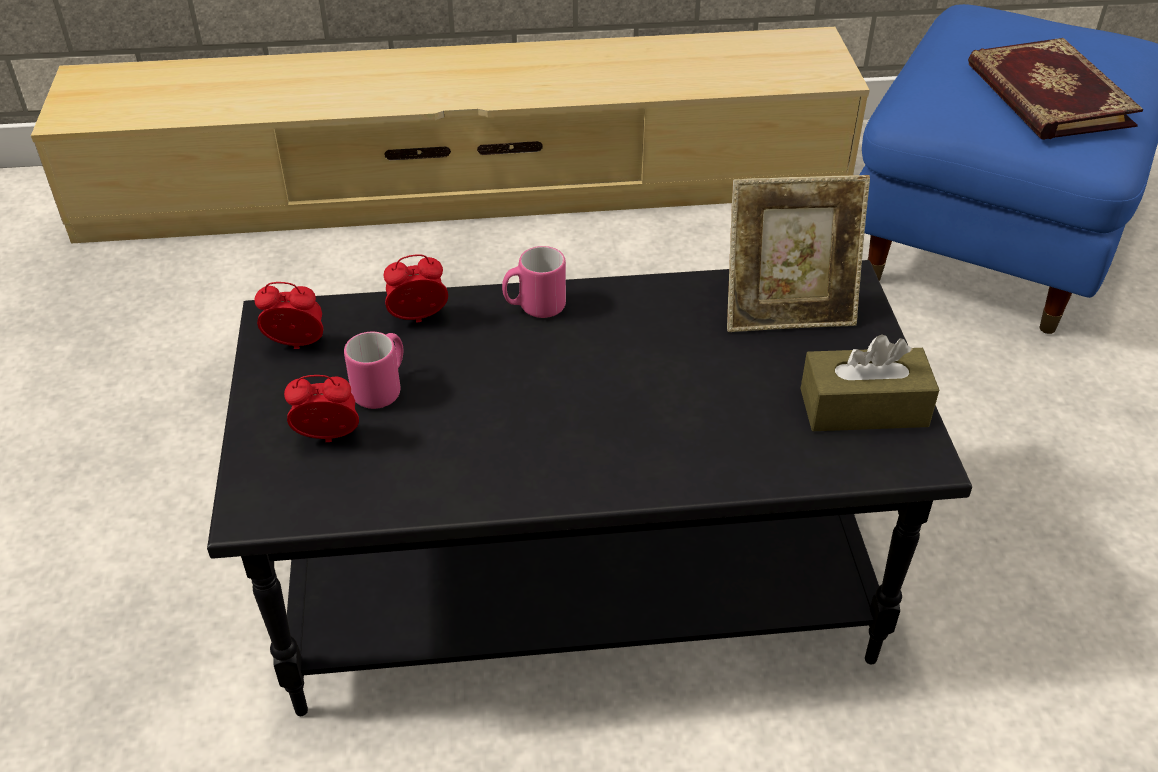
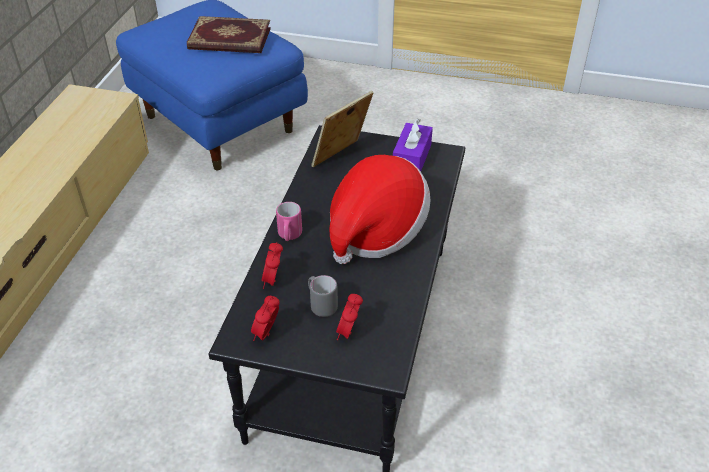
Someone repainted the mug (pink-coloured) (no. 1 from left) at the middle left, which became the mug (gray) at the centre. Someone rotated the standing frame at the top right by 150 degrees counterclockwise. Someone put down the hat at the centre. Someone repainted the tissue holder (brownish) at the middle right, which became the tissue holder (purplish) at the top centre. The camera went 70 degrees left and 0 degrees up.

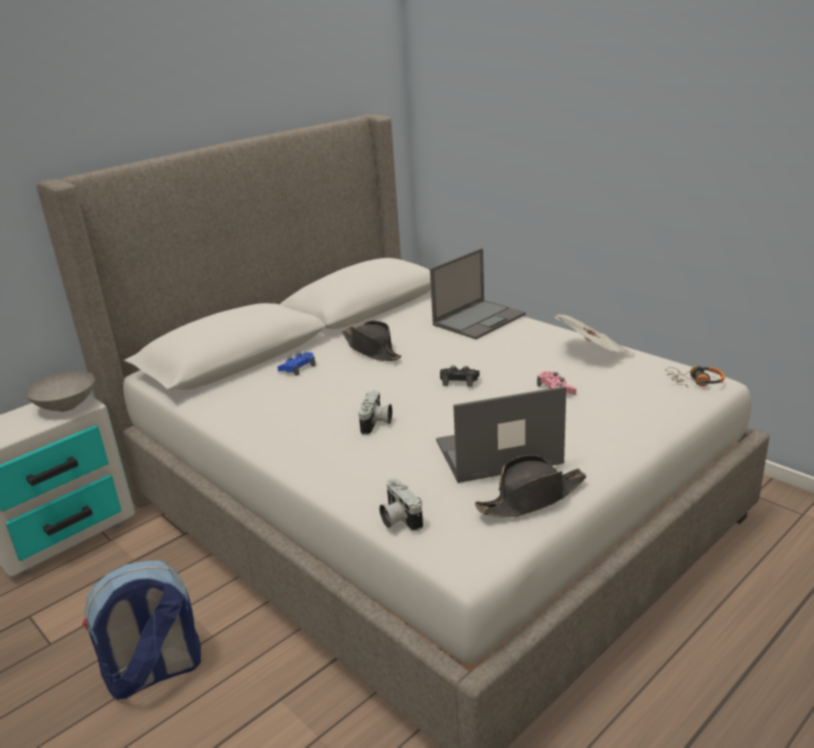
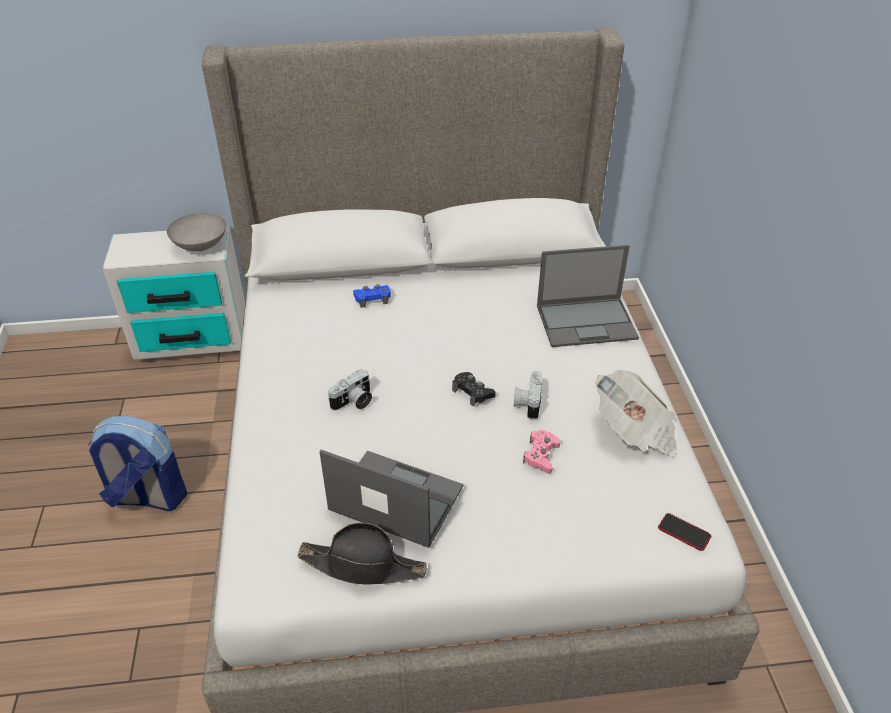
Someone carried the still camera (no. 2 from left) from the bottom centre to the centre. Someone swapped the pair of headphones at the middle right for the handset at the bottom right. Someone took away the hat (black-coloured) (no. 1 from left) at the centre. The camera went 35 degrees right and 15 degrees up.

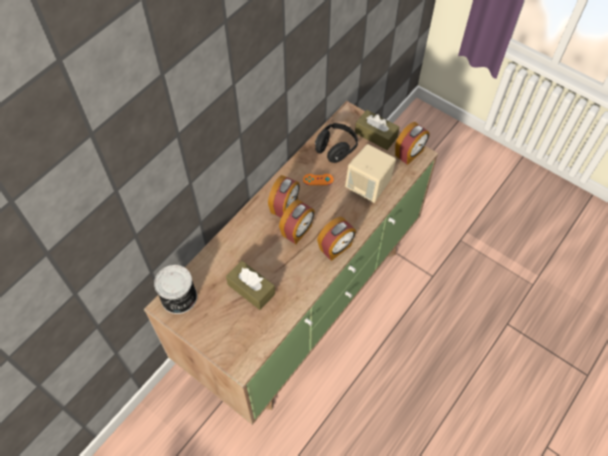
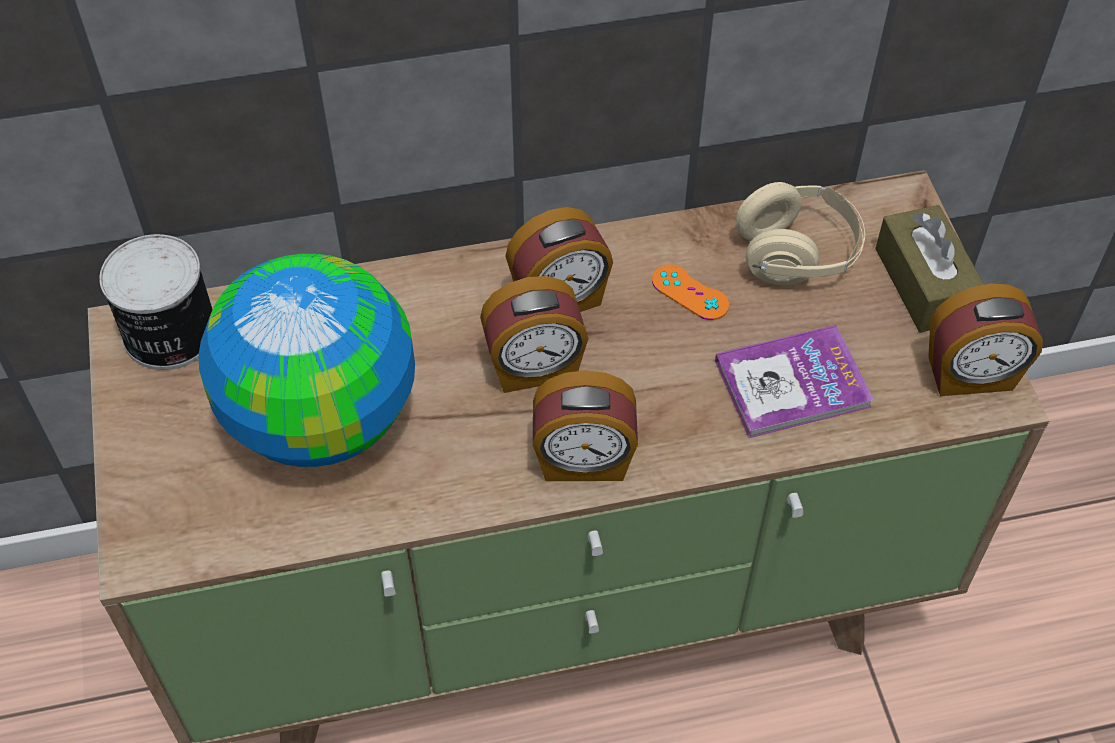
Someone swapped the tissue holder (brownish) (no. 1 from left) at the centre for the world globe at the middle left. Someone swapped the speaker (sand-coloured) at the centre for the volume at the middle right. Someone repainted the pair of headphones (black-coloured) at the top centre, which became the pair of headphones (sand-coloured) at the top right. The camera went 40 degrees right and 5 degrees down.

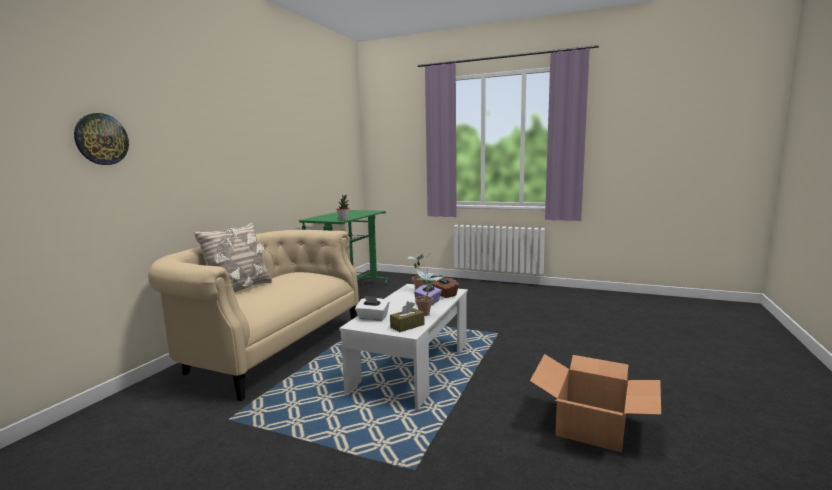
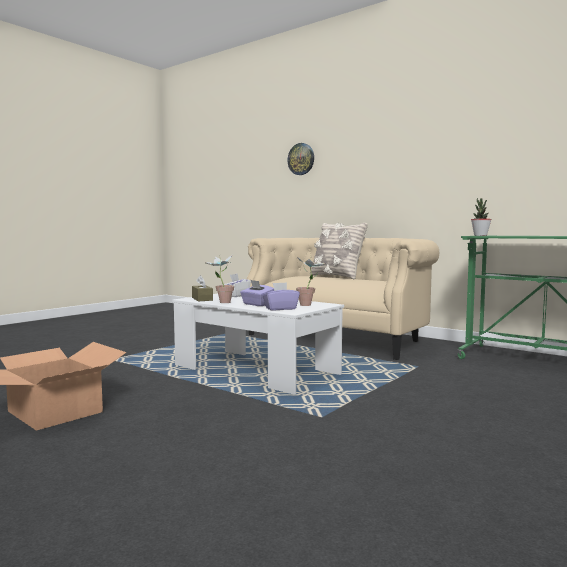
Someone repainted the tissue holder (brownish) (no. 2 from left) at the centre, which became the tissue holder (purplish) (no. 2 from left) at the centre. The camera went 105 degrees right and 5 degrees down.

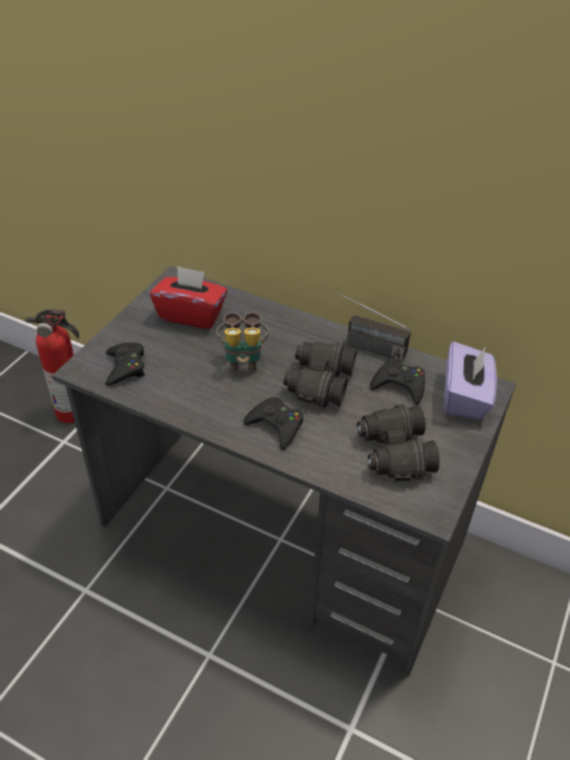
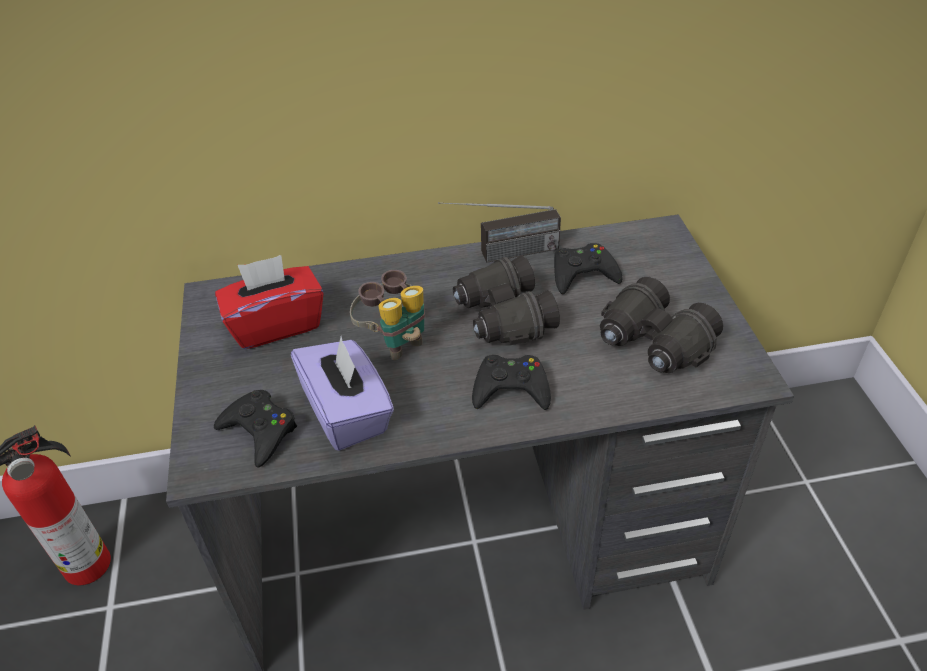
Someone carried the tissue holder (purplish) from the middle right to the centre. The camera went 35 degrees left and 0 degrees up.

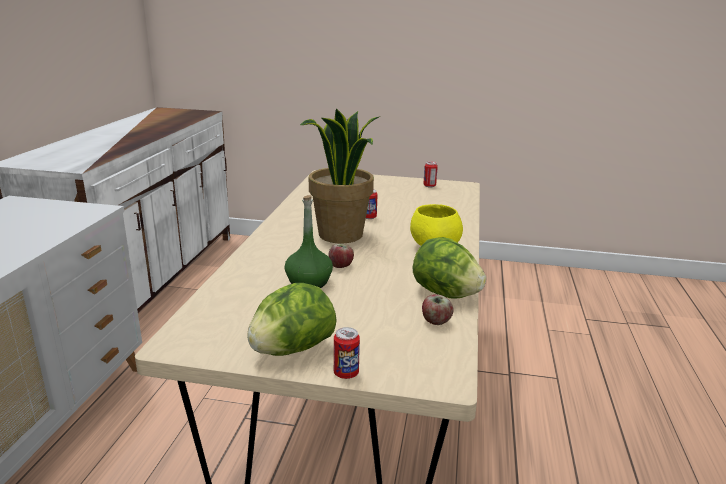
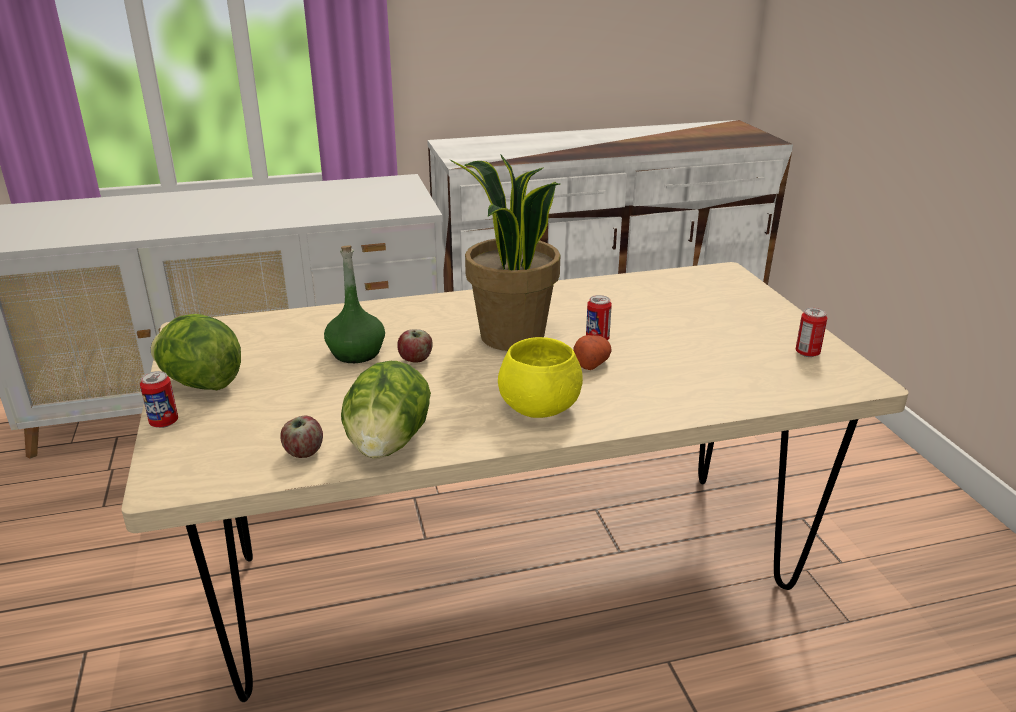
Someone put down the whole potato at the centre. The camera went 65 degrees right and 5 degrees up.

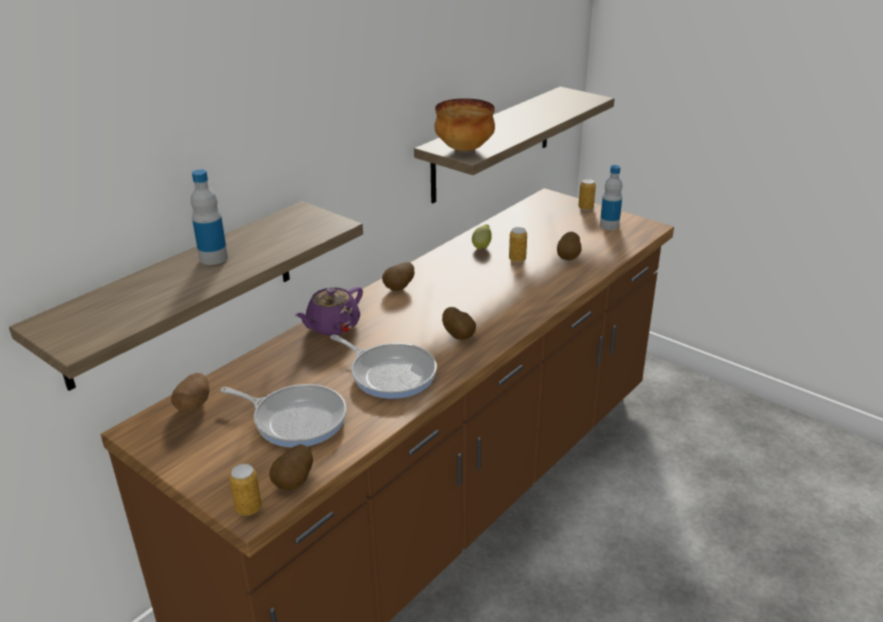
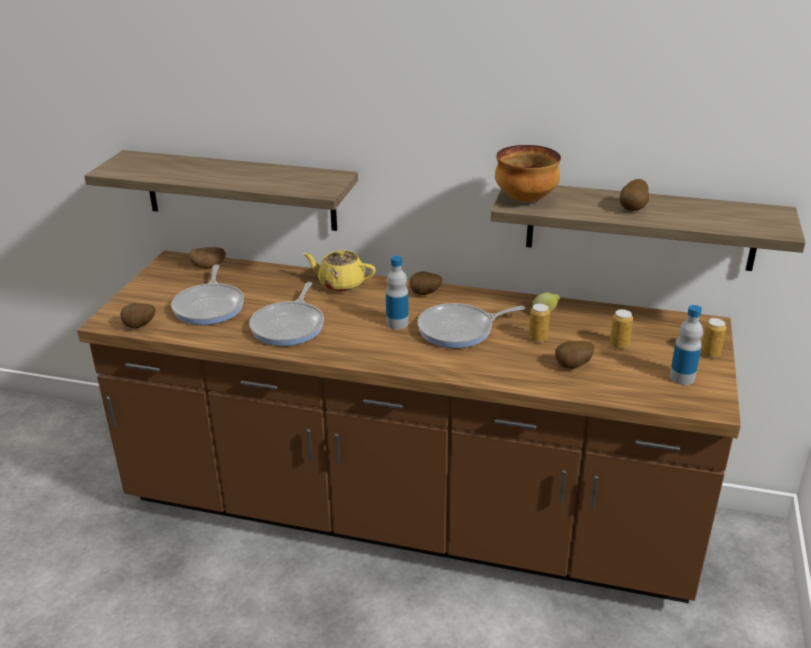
Someone repainted the pot for tea (purplish) at the centre, which became the pot for tea (yellow) at the centre. Someone carried the drink bottle (no. 1 from left) from the middle left to the centre. Someone put down the skillet (no. 3 from left) at the centre. Someone carried the metal can (no. 1 from left in the first image) from the bottom left to the middle right. Someone carried the whole potato (no. 4 from left in the first image) from the centre to the top right. The camera went 65 degrees right and 0 degrees up.

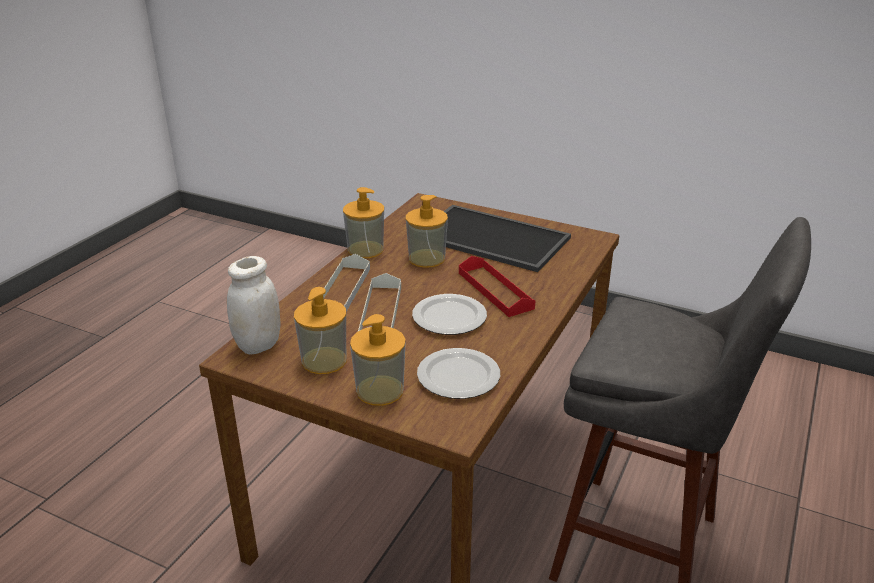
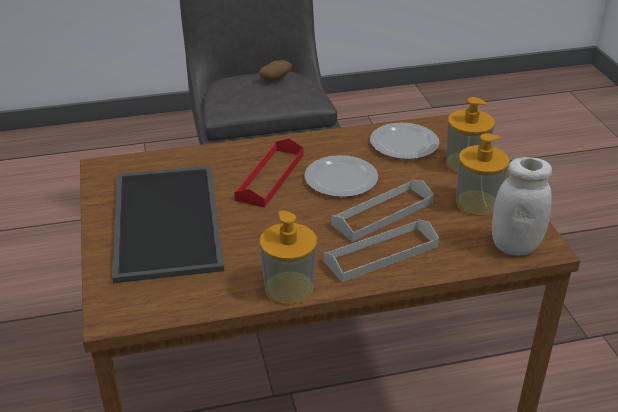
Someone put down the whole potato at the top centre. Someone took away the liquid soap bottle (no. 4 from left) at the centre. The camera went 130 degrees left and 5 degrees up.

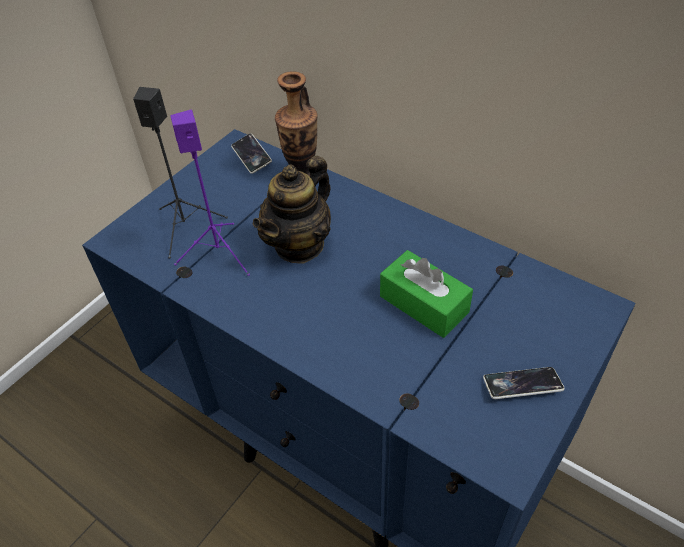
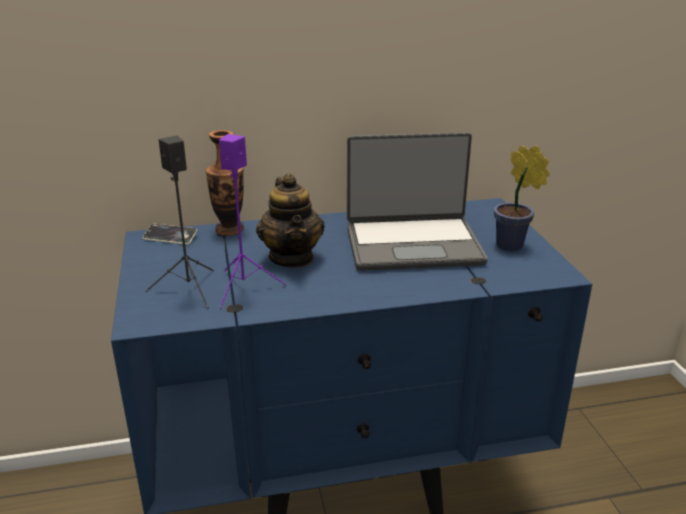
Someone swapped the tissue holder (green-coloured) at the centre for the laptop at the centre. Someone swapped the handset (no. 2 from left) at the bottom right for the potted plant at the middle right. The camera went 50 degrees left and 20 degrees down.

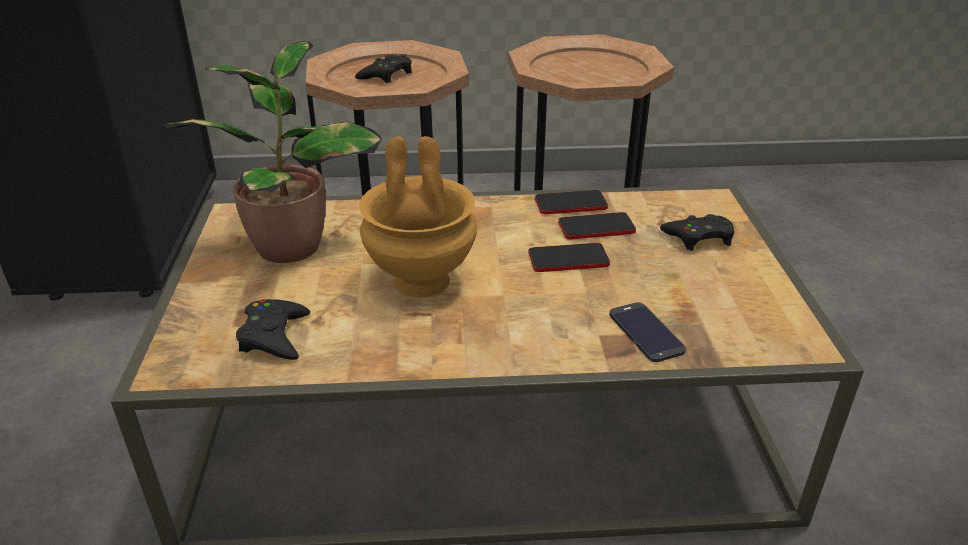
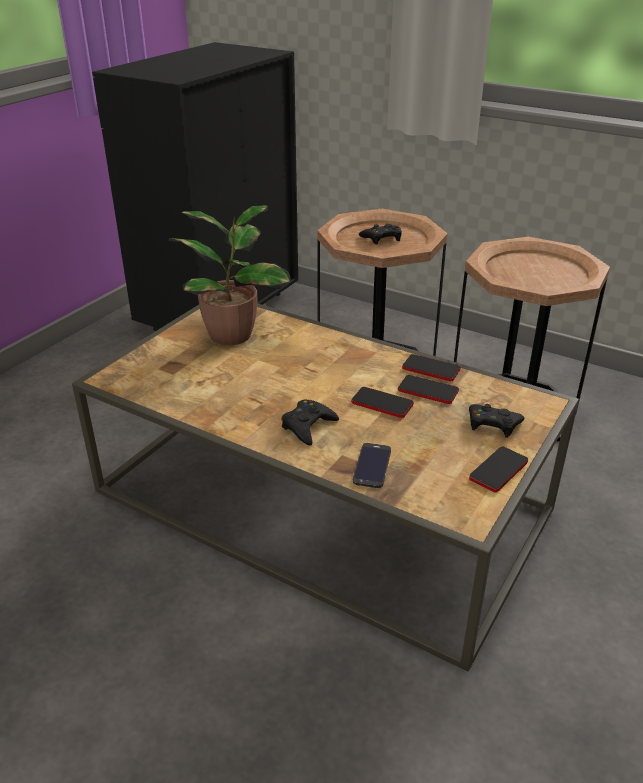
Someone carried the joypad (black-coloured) (no. 1 from left) from the middle left to the centre. Someone put down the handset (no. 5 from left) at the middle right. Someone took away the decorative vase (brownish) at the centre. The camera went 35 degrees right and 0 degrees up.

